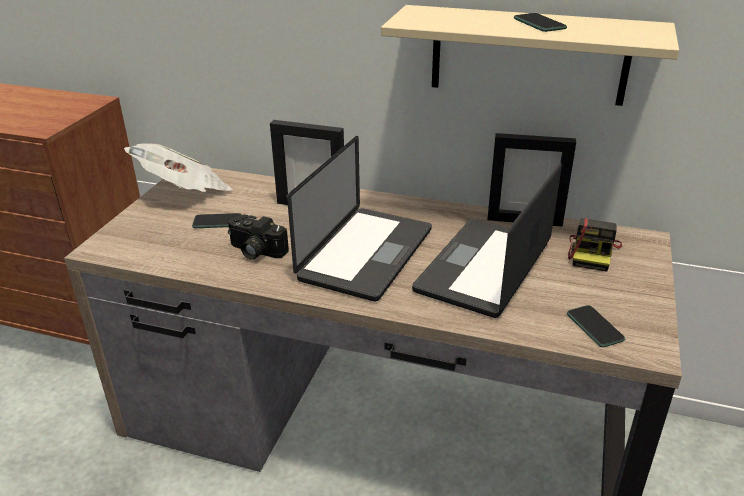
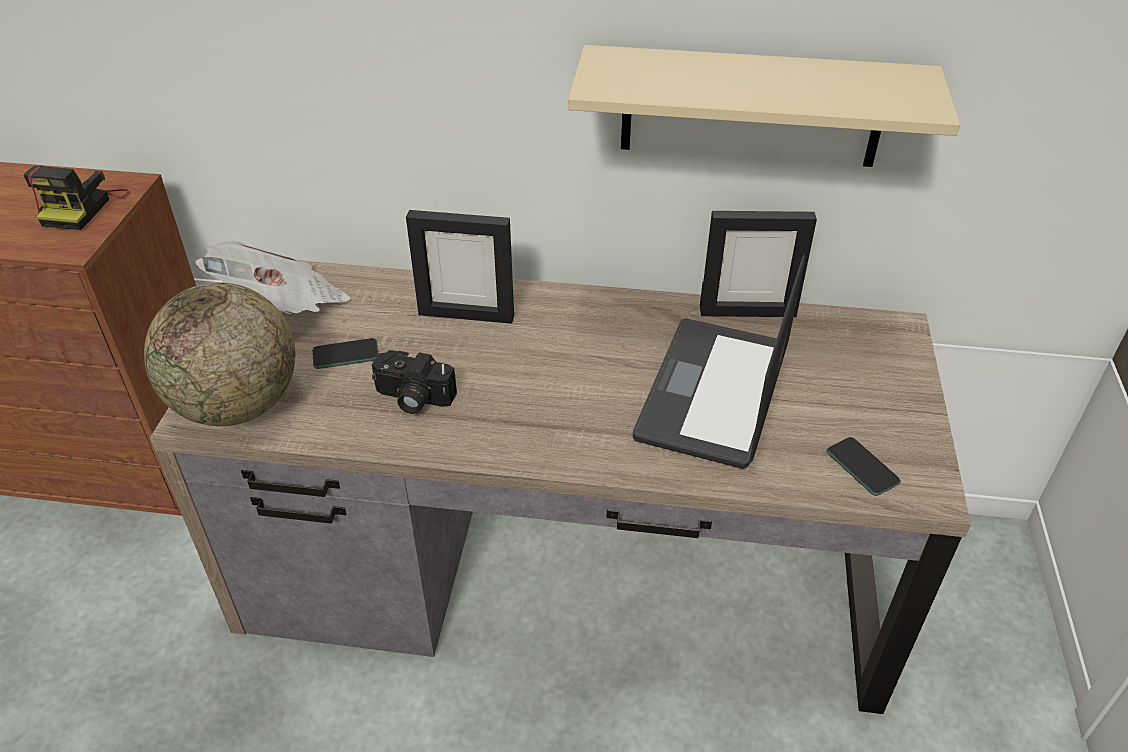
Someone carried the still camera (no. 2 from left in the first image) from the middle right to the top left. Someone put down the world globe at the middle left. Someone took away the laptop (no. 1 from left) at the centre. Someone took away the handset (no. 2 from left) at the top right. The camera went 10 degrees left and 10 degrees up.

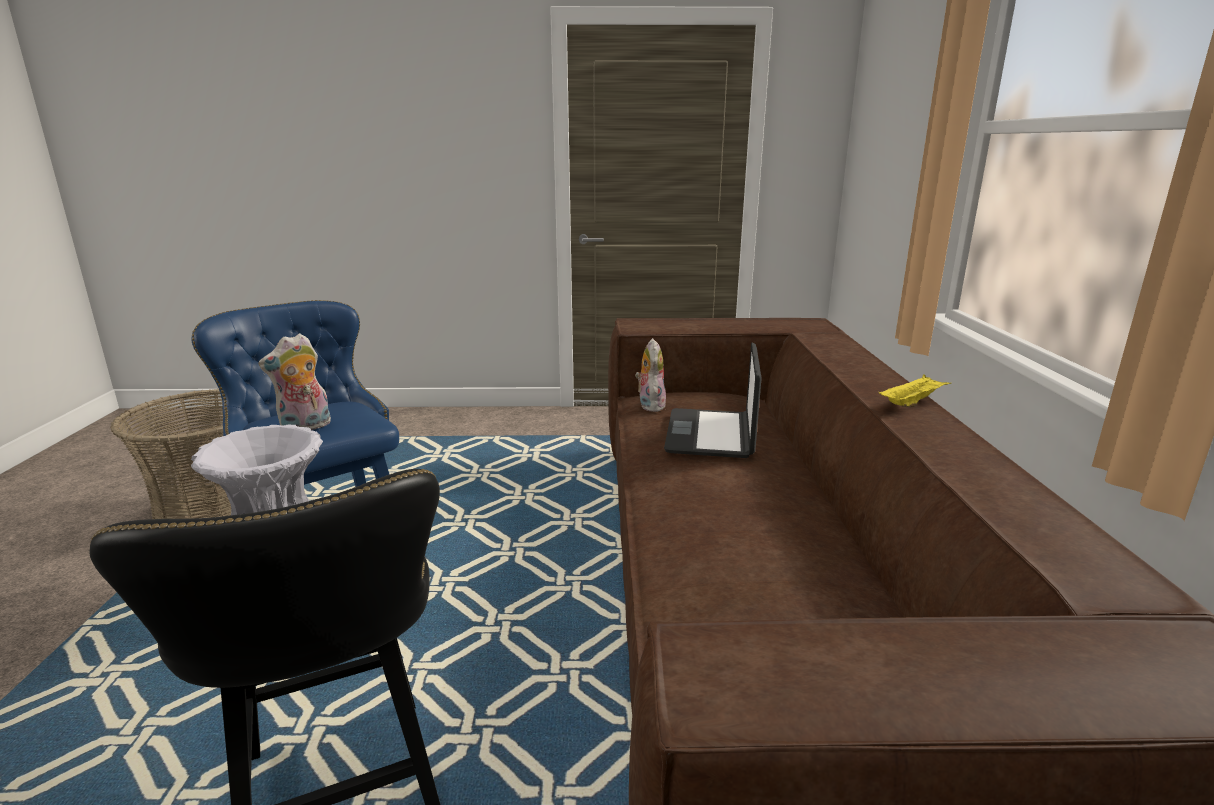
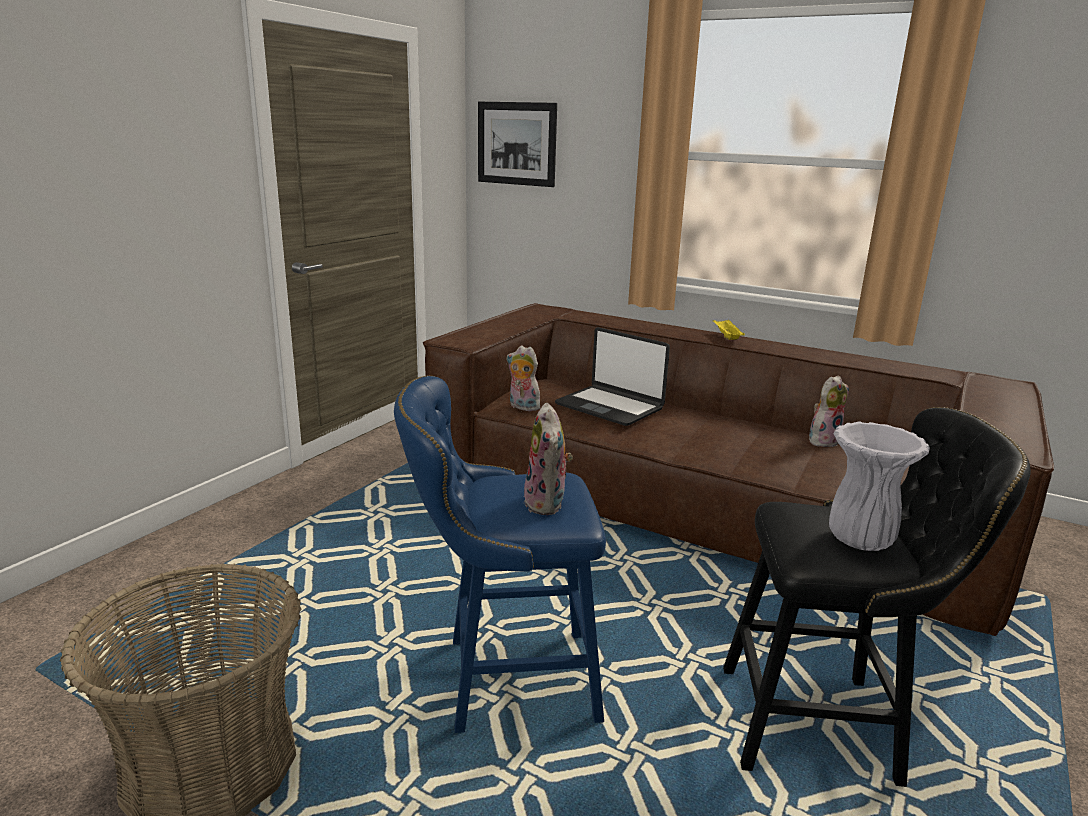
Someone put up the picture at the top centre. Someone put down the soft toy (no. 3 from left) at the middle right. The camera went 60 degrees left and 0 degrees up.

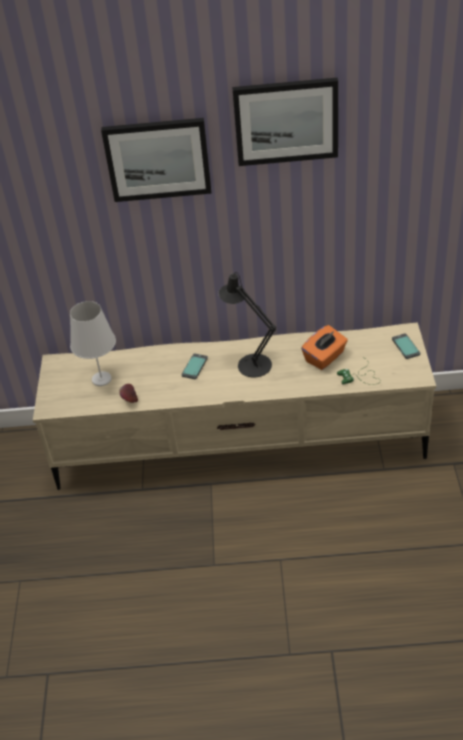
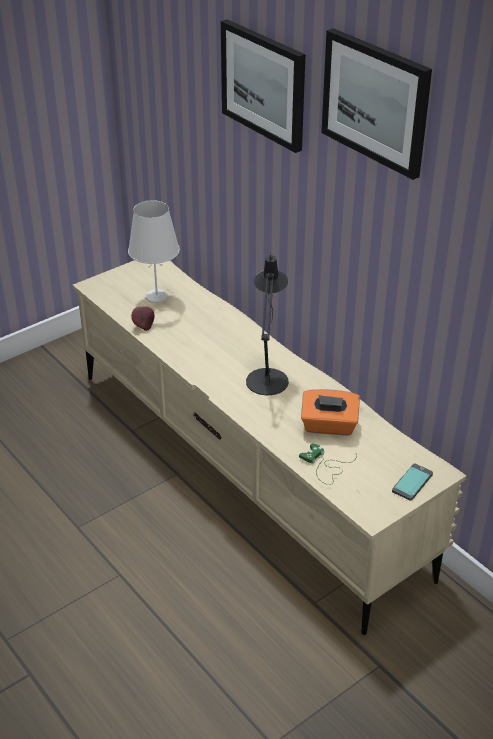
Someone took away the handset (no. 1 from left) at the centre. The camera went 50 degrees right and 5 degrees down.

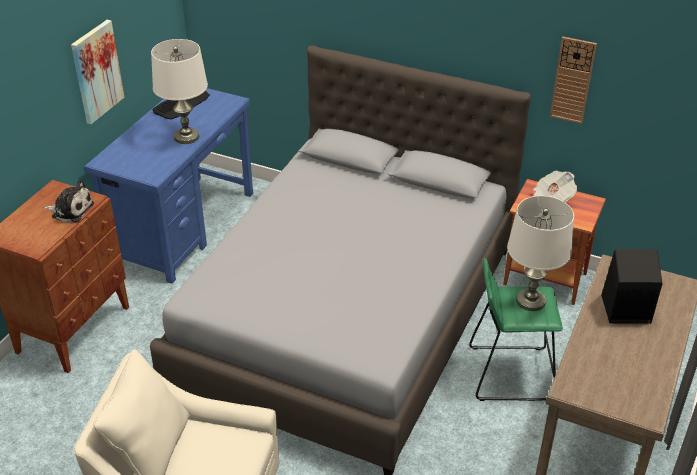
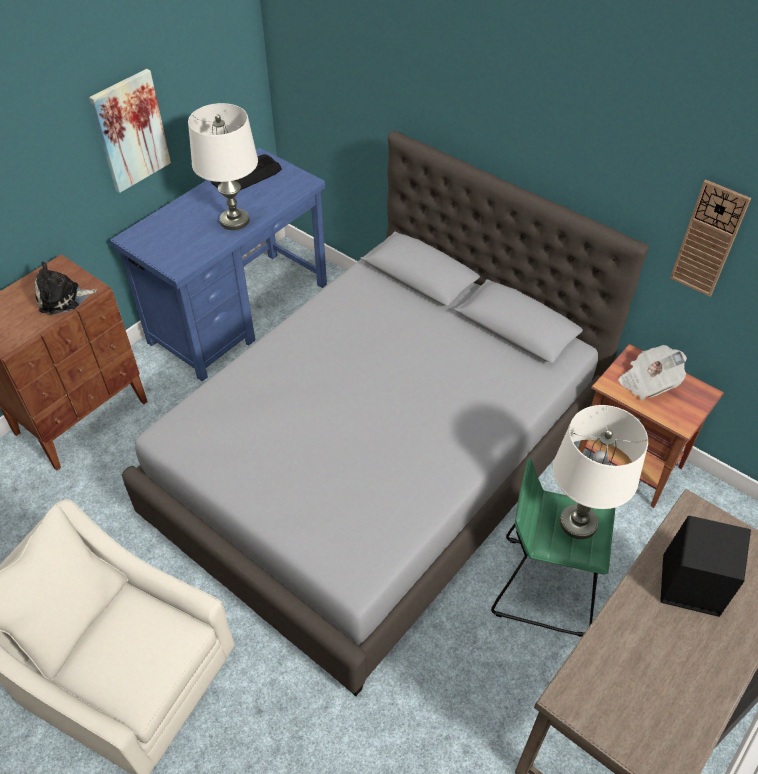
Someone rotated the soft toy at the middle left by 135 degrees clockwise. The camera went 15 degrees right and 10 degrees up.

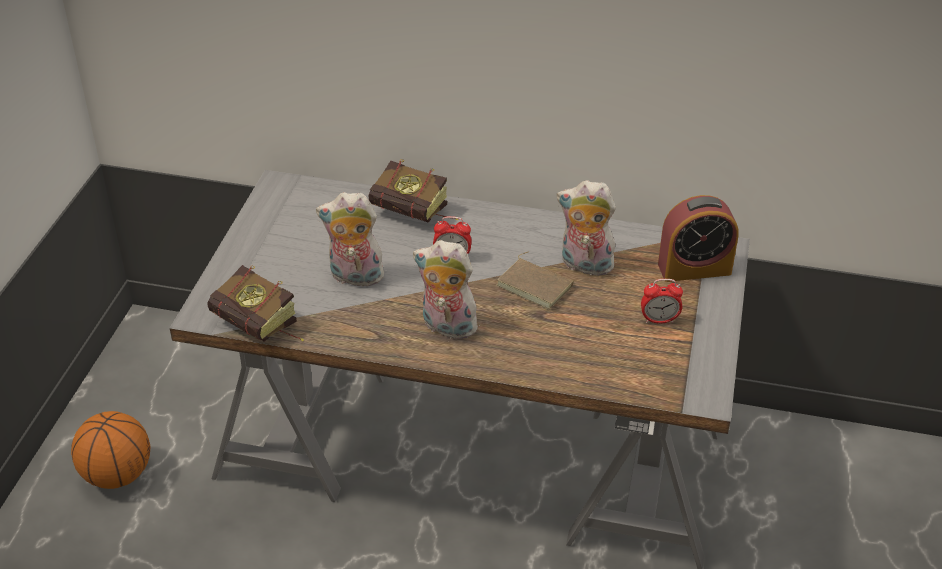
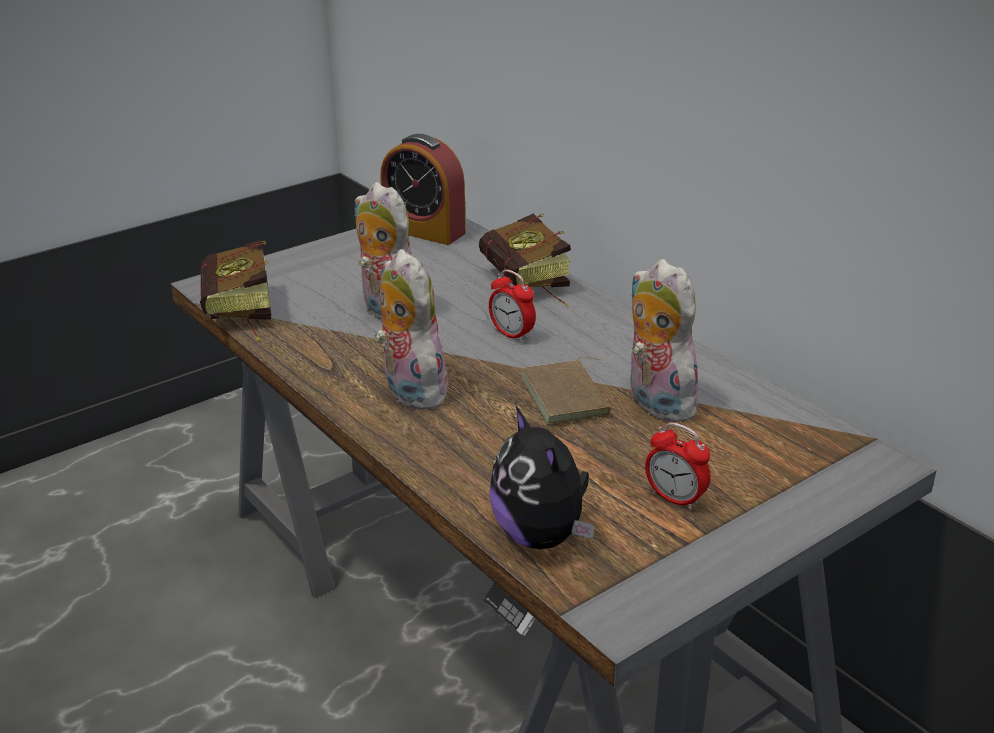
Someone carried the alarm clock (no. 3 from left in the first image) from the middle right to the top centre. Someone put down the soft toy (no. 3 from left) at the centre. Someone took away the basketball ball at the bottom left. The camera went 40 degrees right and 10 degrees down.

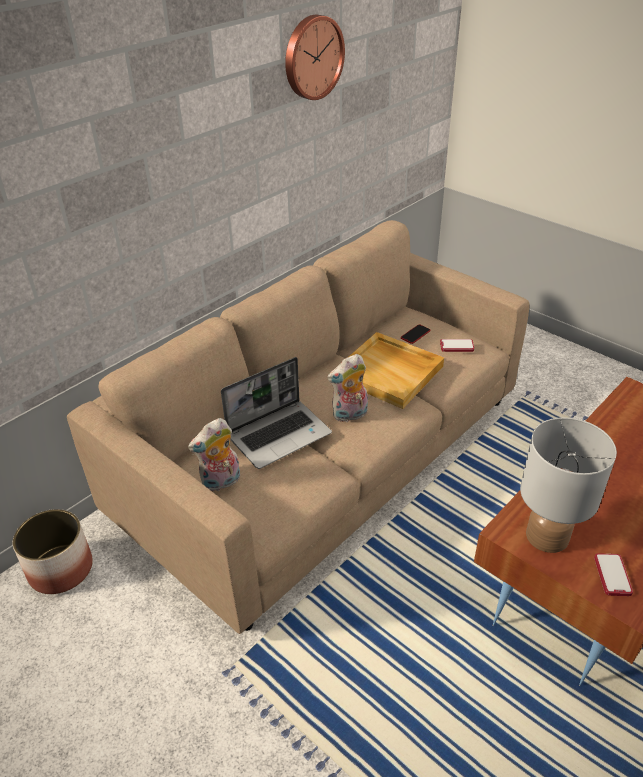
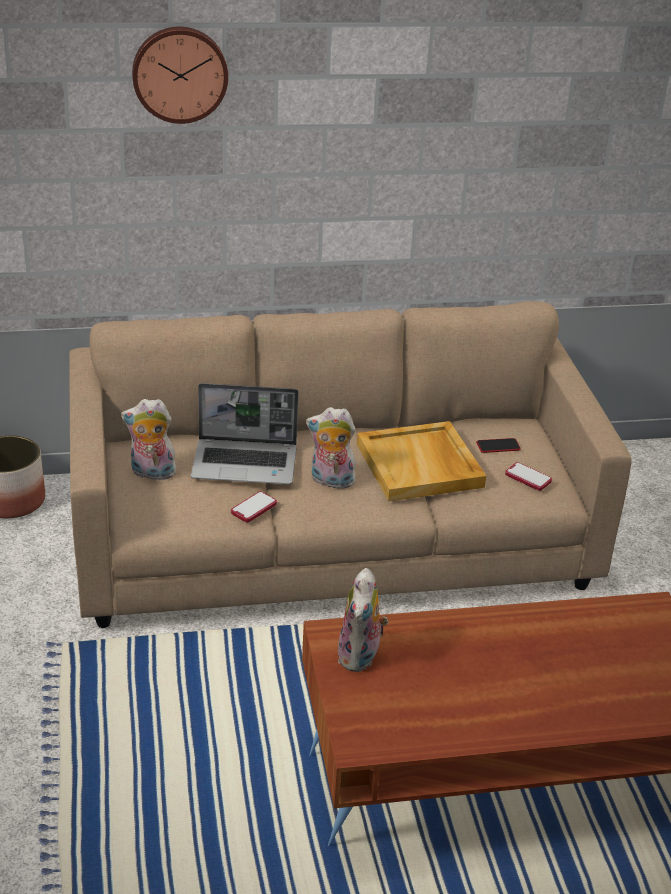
Someone carried the clock on the wall from the top centre to the top left. Someone carried the handset (no. 3 from left in the first image) from the bottom right to the centre. Someone swapped the tabletop lamp (gray) at the middle right for the soft toy (no. 3 from left) at the bottom centre. The camera went 35 degrees right and 5 degrees down.

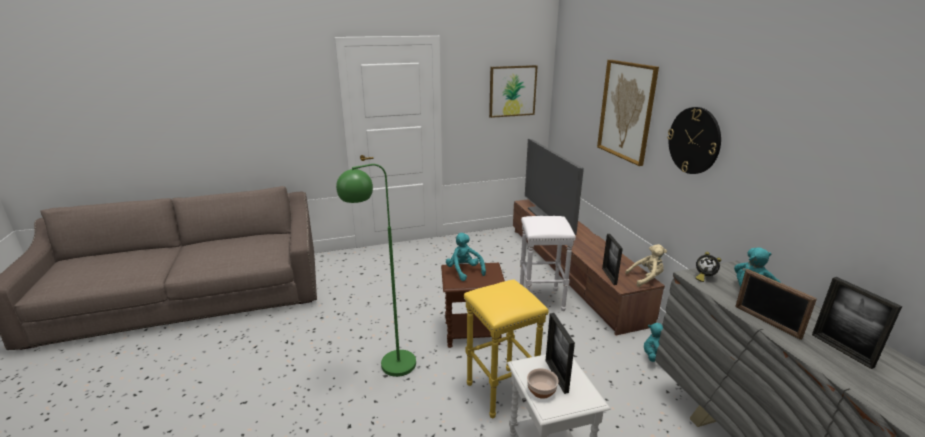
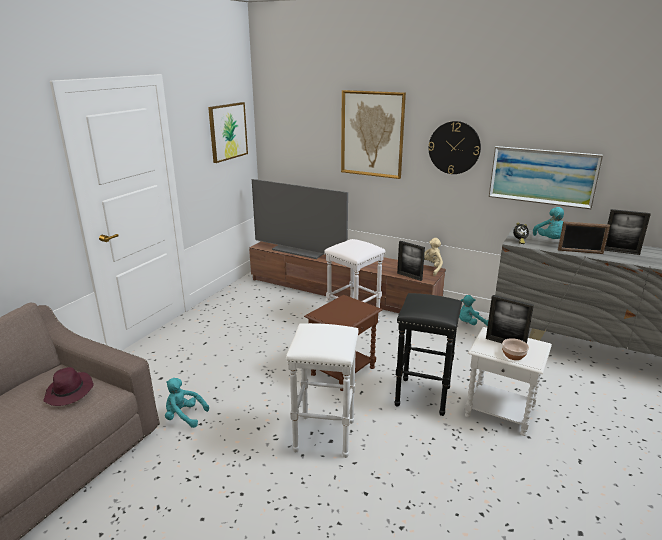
Someone put down the hat (purplish) at the bottom left. Someone carried the soft toy (turquoise-coloured) (no. 1 from left) from the centre to the bottom left. Someone swapped the floor lamp (green-coloured) at the centre for the sitting stool (whitish) (no. 1 from left) at the bottom centre. Someone repainted the sitting stool (yellow) at the bottom centre, which became the sitting stool (black-coloured) at the centre. Someone put up the picture (no. 3 from left) at the top right. The camera went 45 degrees left and 0 degrees up.

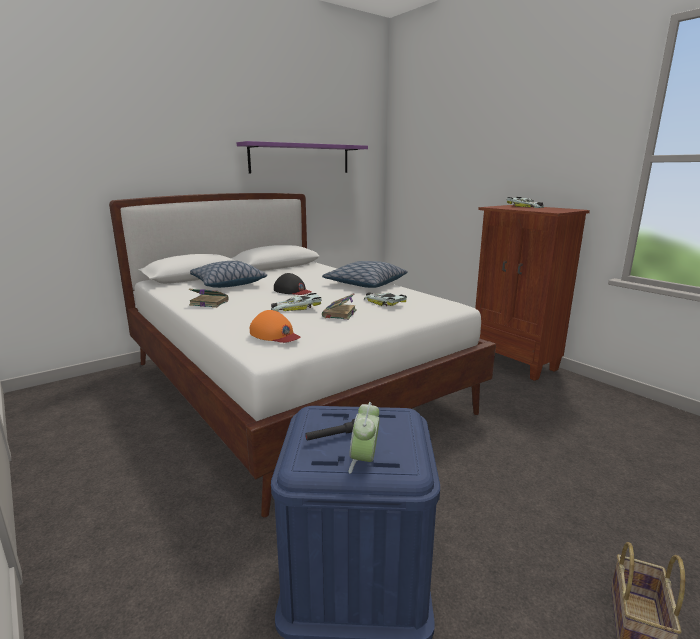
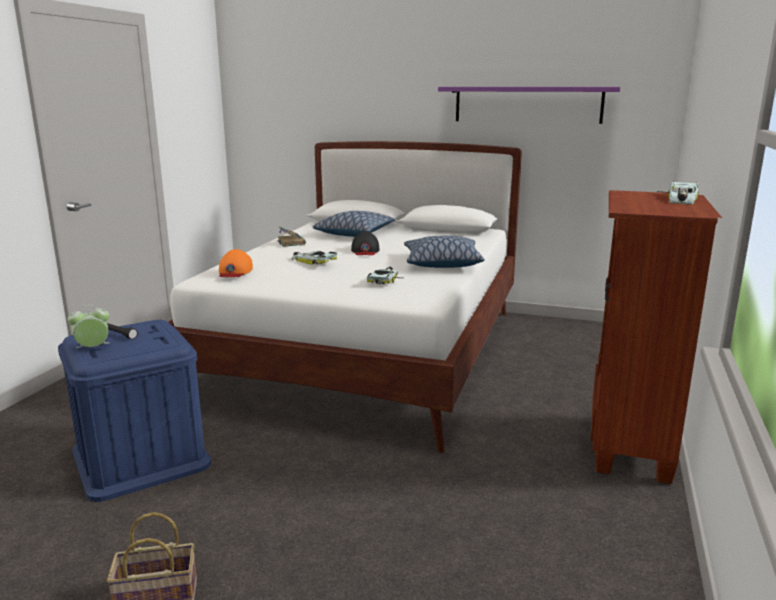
Someone took away the volume (no. 2 from left) at the centre. The camera went 55 degrees right and 0 degrees up.

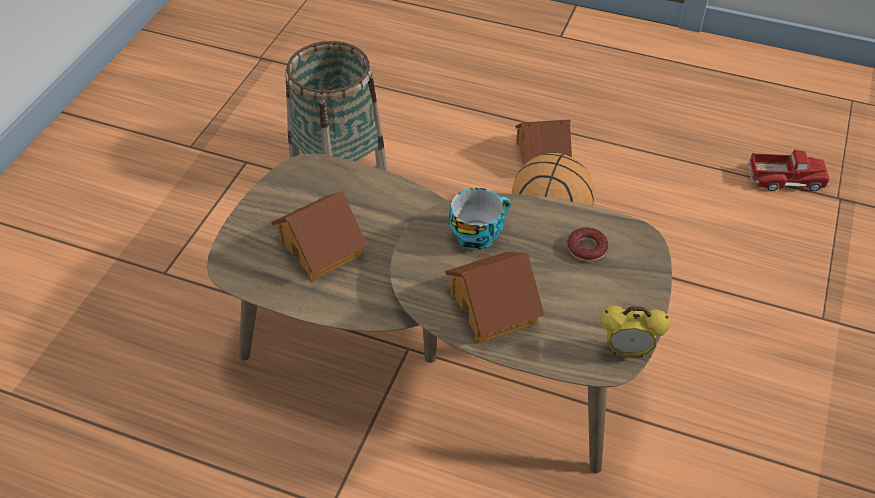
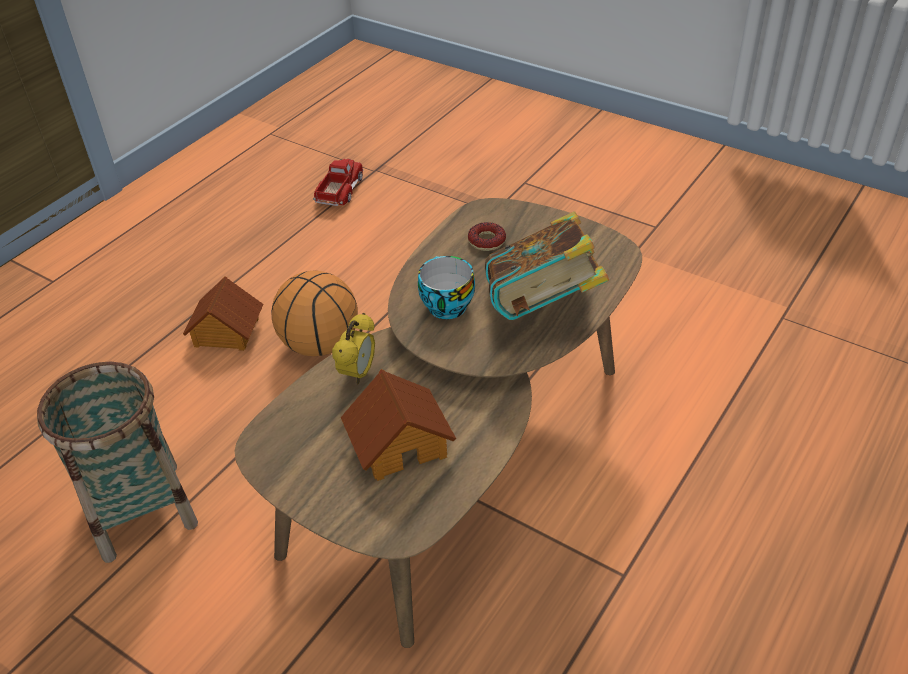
Someone carried the alarm clock from the middle right to the centre. Someone swapped the model house (no. 2 from left) at the centre for the volume at the centre. The camera went 75 degrees left and 5 degrees down.

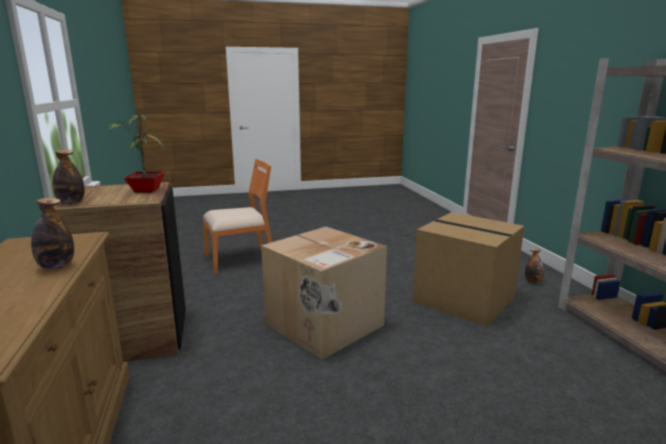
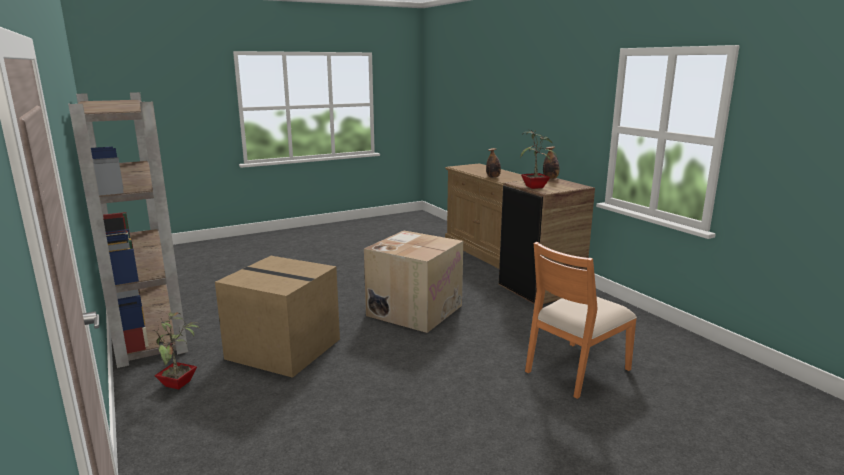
Someone swapped the drink bottle (no. 3 from left) at the middle right for the potted plant (no. 1 from left) at the bottom left. The camera went 165 degrees right and 0 degrees up.

